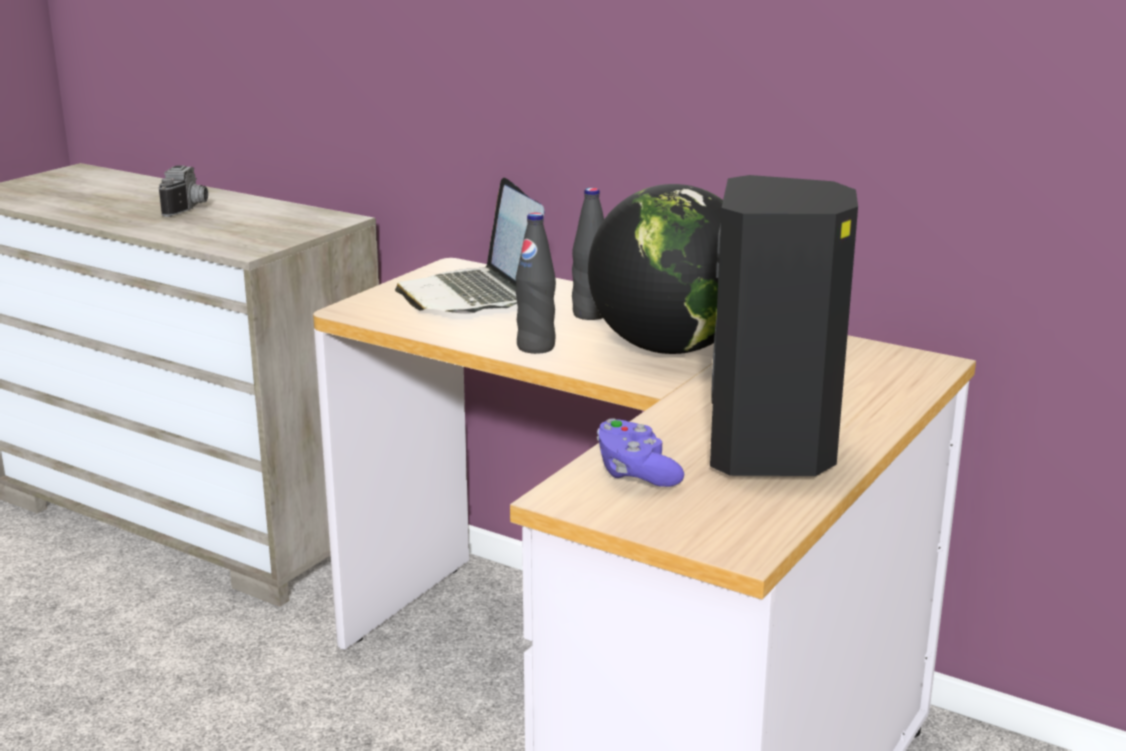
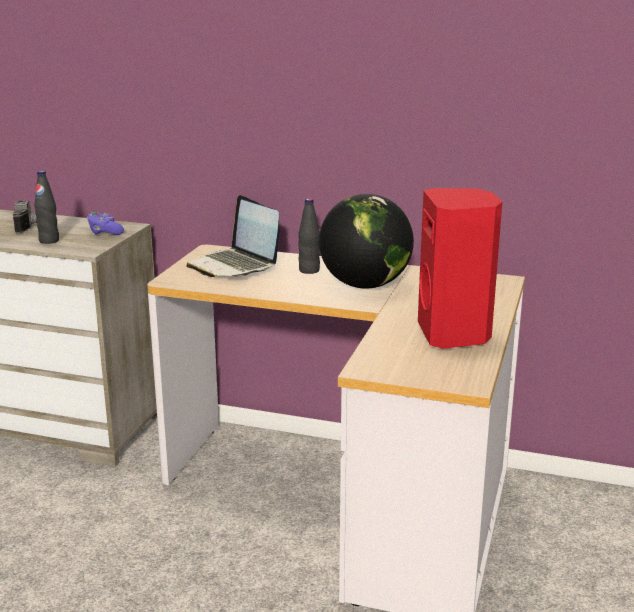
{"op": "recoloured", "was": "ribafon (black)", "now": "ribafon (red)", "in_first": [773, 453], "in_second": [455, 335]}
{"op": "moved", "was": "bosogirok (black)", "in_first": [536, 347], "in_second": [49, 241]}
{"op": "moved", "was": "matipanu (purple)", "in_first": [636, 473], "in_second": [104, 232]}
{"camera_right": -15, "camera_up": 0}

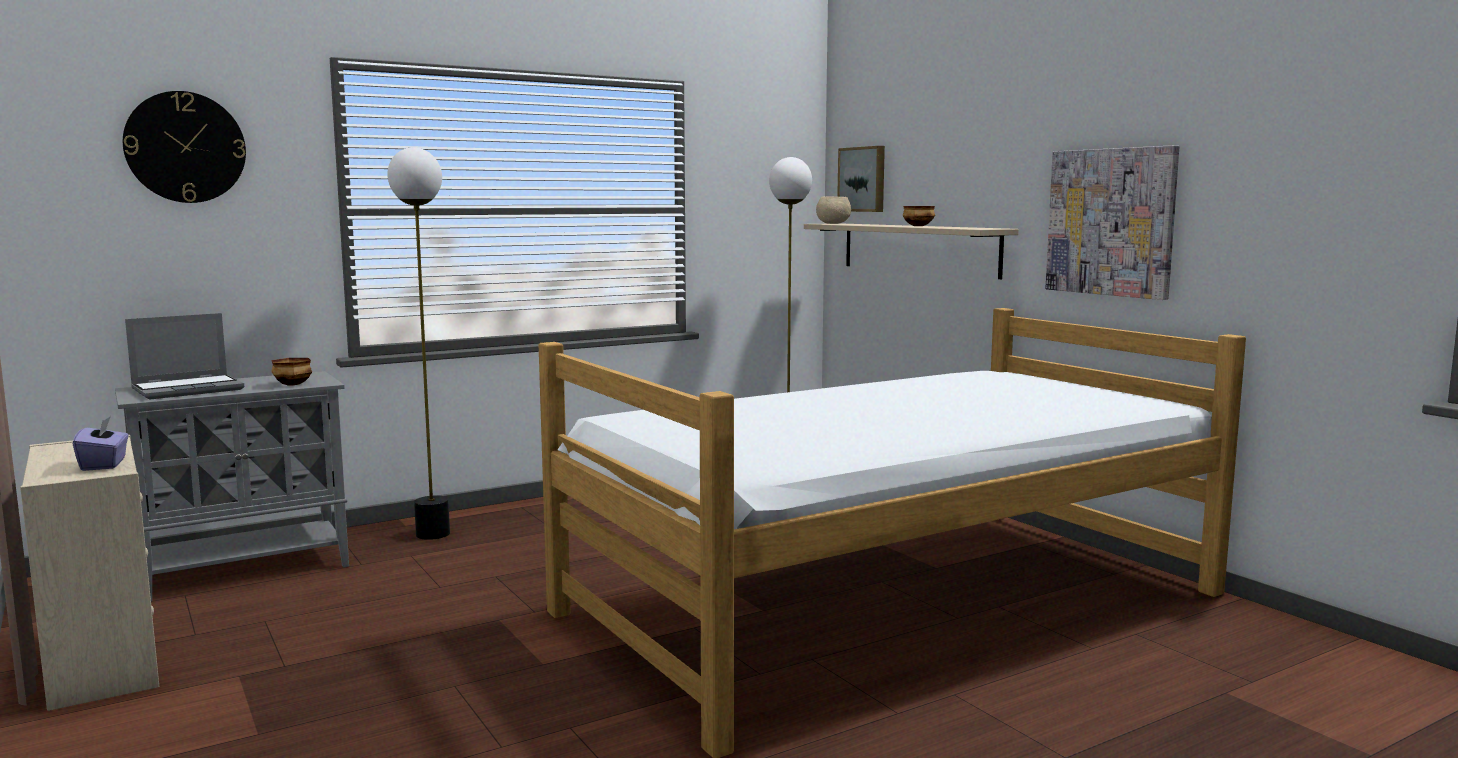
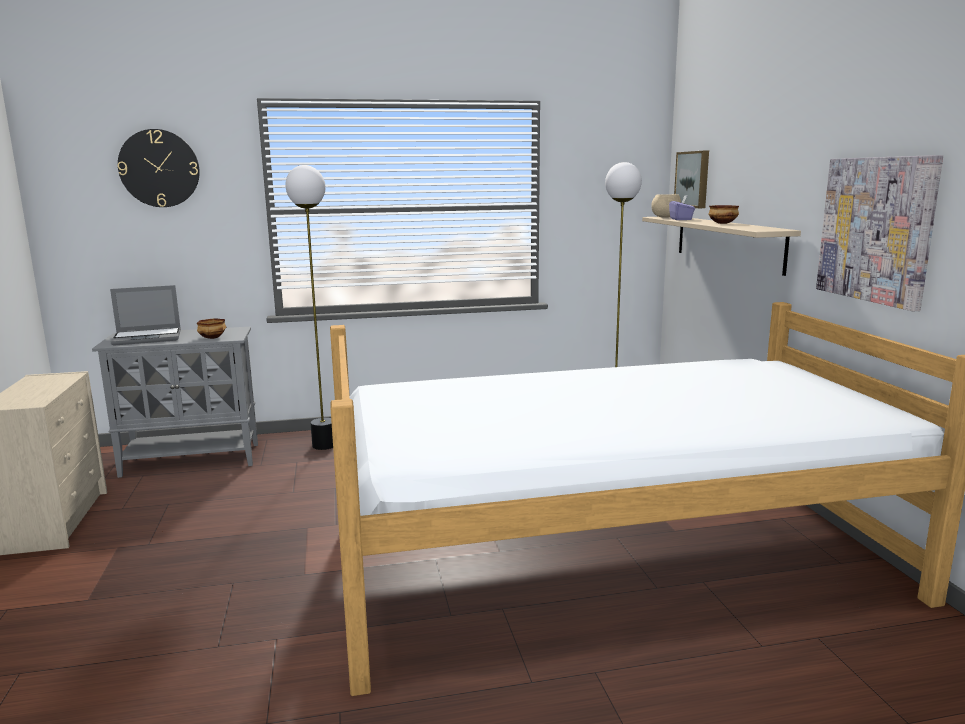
{"op": "moved", "was": "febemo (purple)", "in_first": [104, 464], "in_second": [681, 219]}
{"camera_right": 20, "camera_up": 5}

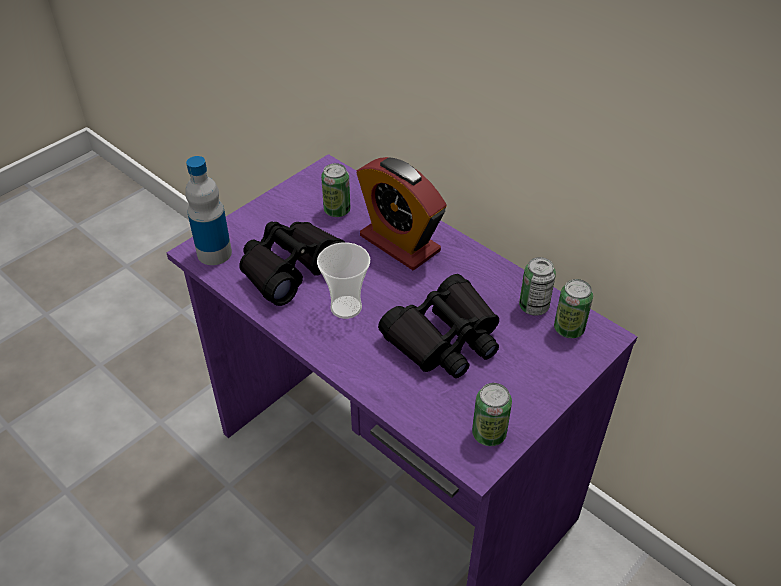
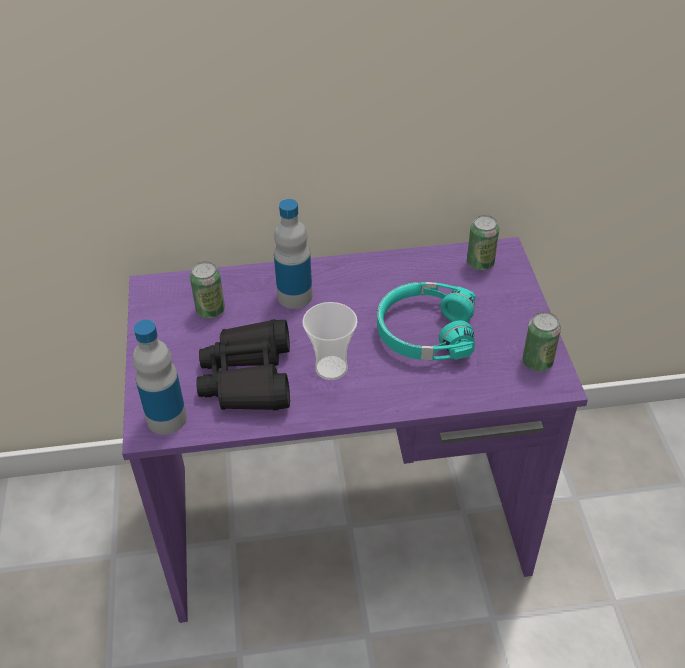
{"op": "replaced", "was": "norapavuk", "now": "bosogirok", "in_first": [399, 243], "in_second": [295, 296]}
{"op": "removed", "was": "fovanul", "in_first": [533, 306]}
{"op": "replaced", "was": "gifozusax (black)", "now": "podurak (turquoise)", "in_first": [444, 339], "in_second": [424, 331]}
{"camera_right": -50, "camera_up": 0}

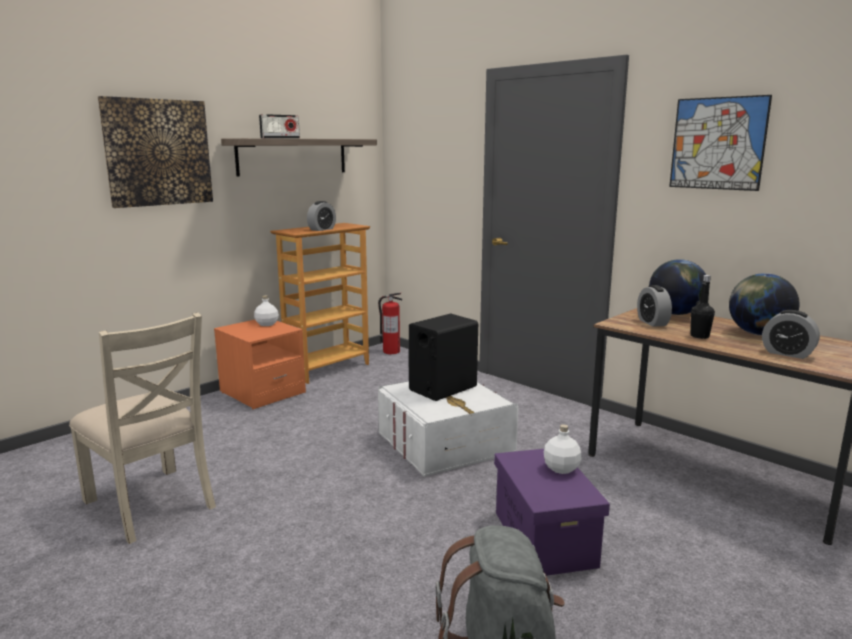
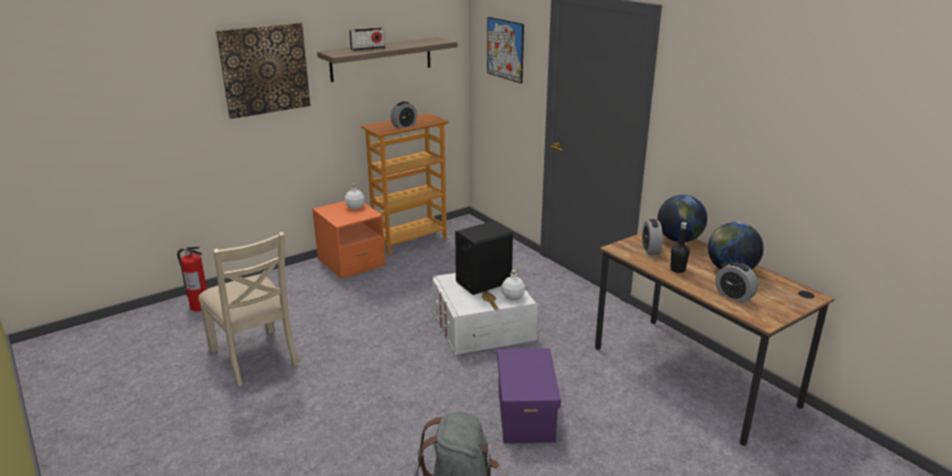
{"op": "moved", "was": "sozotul", "in_first": [717, 143], "in_second": [505, 49]}
{"op": "moved", "was": "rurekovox", "in_first": [391, 351], "in_second": [199, 306]}
{"op": "moved", "was": "bosogirok (white)", "in_first": [562, 468], "in_second": [513, 297]}
{"camera_right": 10, "camera_up": 10}

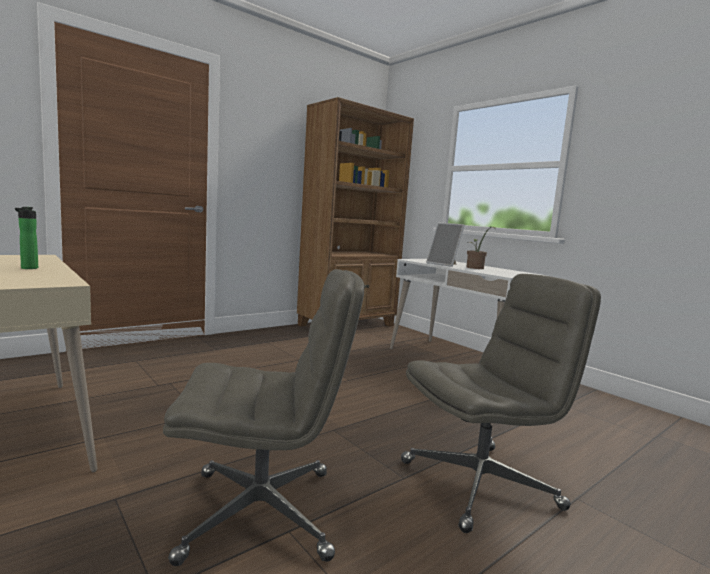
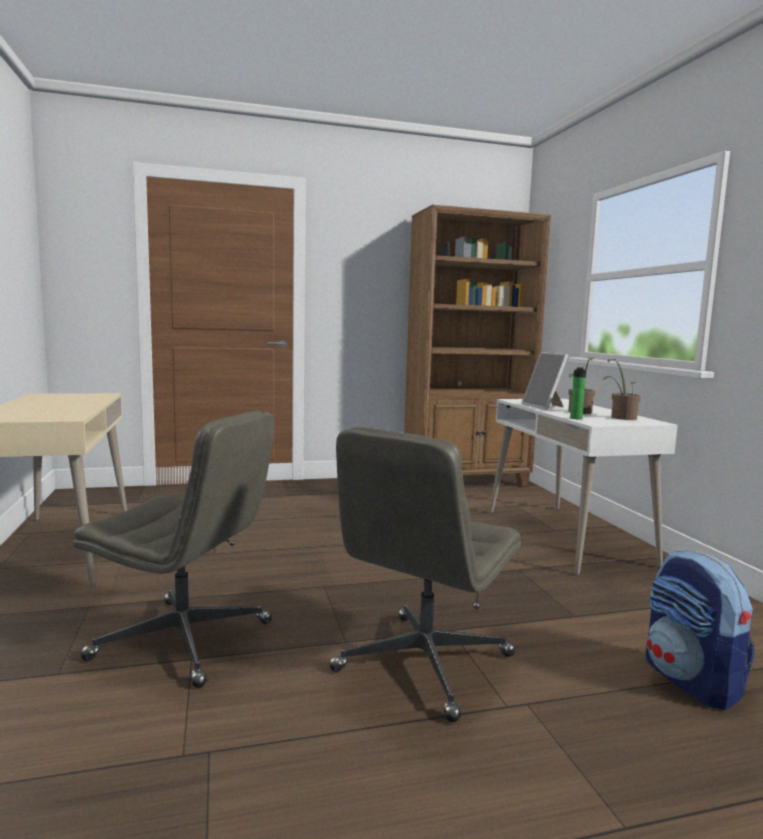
{"op": "moved", "was": "bosogirok", "in_first": [28, 268], "in_second": [576, 418]}
{"op": "turned", "was": "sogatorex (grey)", "in_first": [480, 484], "in_second": [423, 664], "clockwise": 120}
{"op": "added", "now": "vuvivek", "in_second": [621, 418]}
{"op": "added", "now": "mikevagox", "in_second": [691, 681]}
{"camera_right": 25, "camera_up": 0}

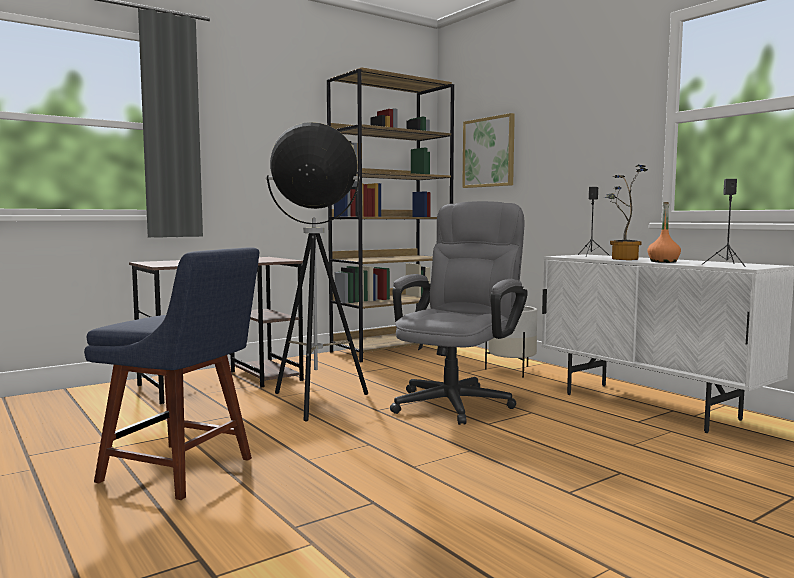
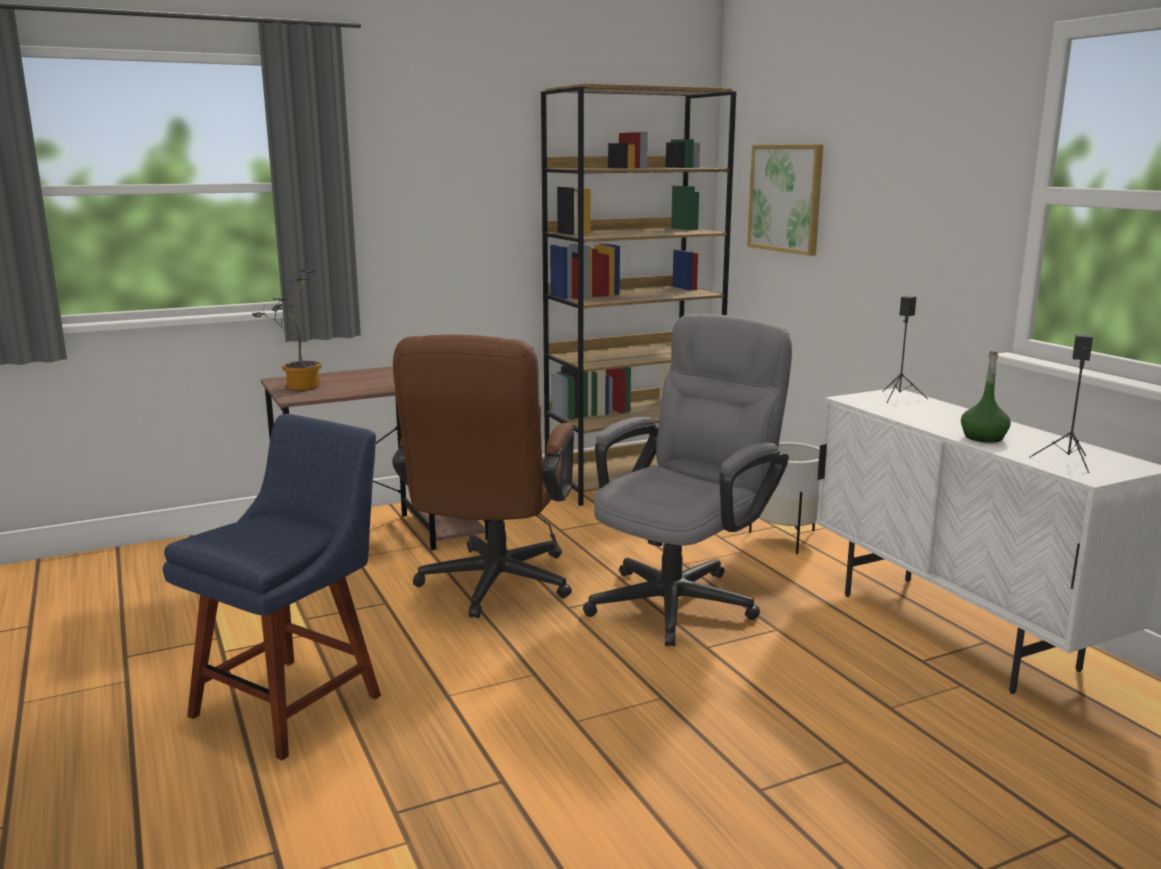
{"op": "replaced", "was": "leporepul", "now": "sogatorex (brown)", "in_first": [315, 403], "in_second": [492, 588]}
{"op": "moved", "was": "vuvivek", "in_first": [622, 259], "in_second": [298, 387]}
{"op": "recoloured", "was": "bosogirok (orange)", "now": "bosogirok (green)", "in_first": [663, 261], "in_second": [983, 437]}
{"op": "turned", "was": "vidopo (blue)", "in_first": [183, 471], "in_second": [293, 701], "clockwise": -90}
{"camera_right": 10, "camera_up": 10}

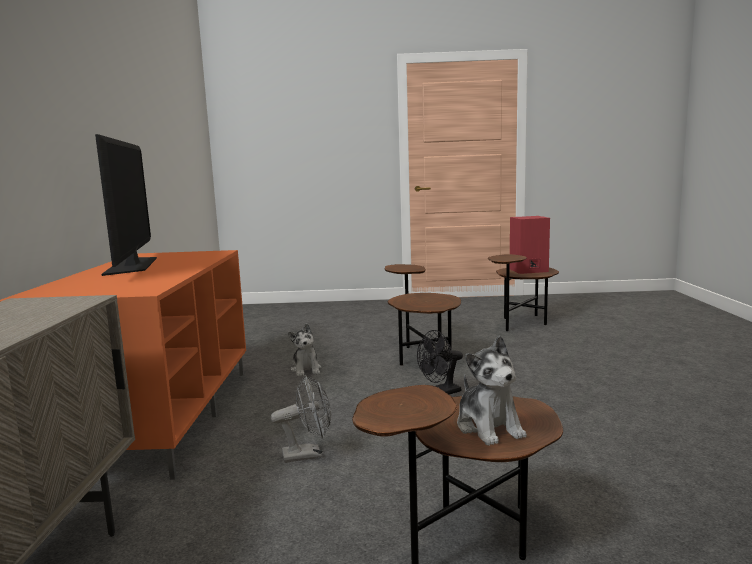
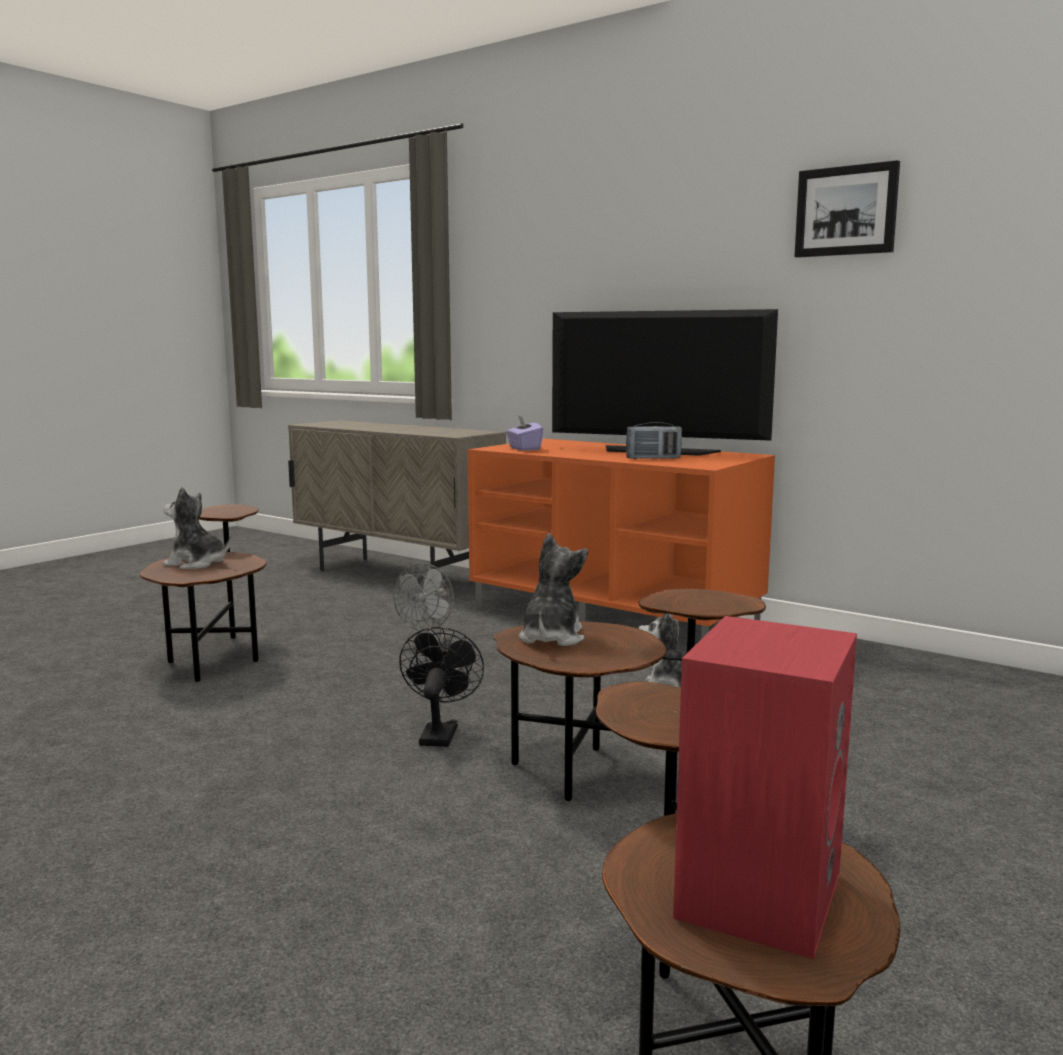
{"op": "added", "now": "sozotul", "in_second": [846, 211]}
{"op": "added", "now": "febemo (purple)", "in_second": [524, 449]}
{"op": "added", "now": "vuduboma", "in_second": [653, 458]}
{"op": "added", "now": "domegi", "in_second": [551, 637]}
{"camera_right": 125, "camera_up": 0}

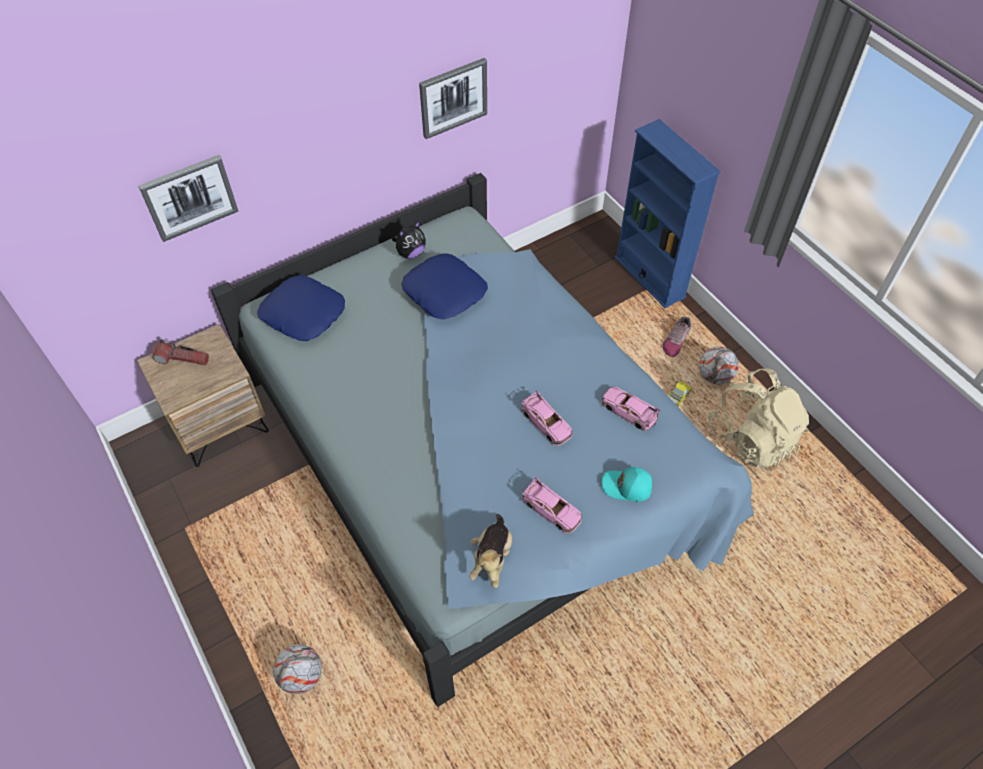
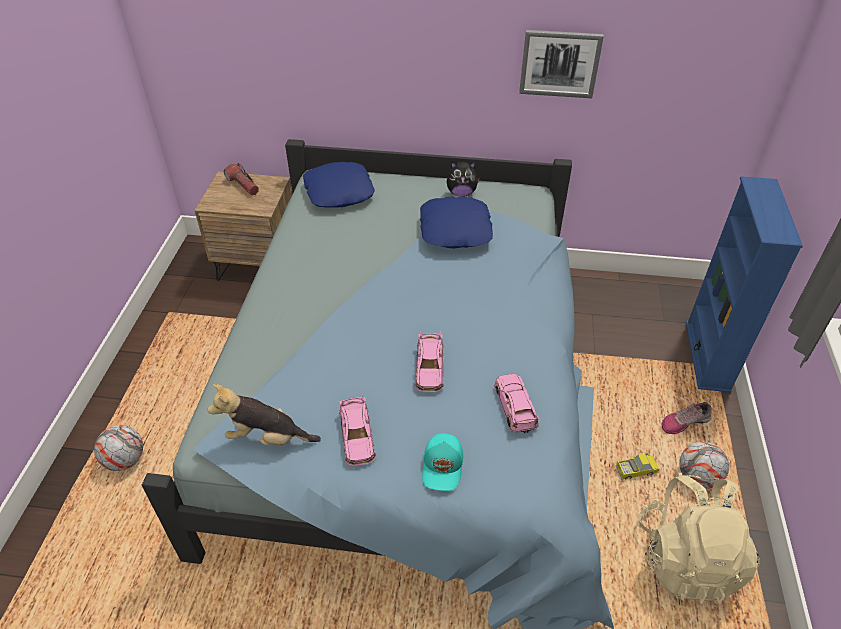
{"op": "removed", "was": "sozotul", "in_first": [189, 197]}
{"op": "turned", "was": "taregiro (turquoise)", "in_first": [627, 487], "in_second": [443, 466], "clockwise": -135}
{"op": "turned", "was": "domegi", "in_first": [492, 558], "in_second": [267, 437], "clockwise": 45}
{"camera_right": 40, "camera_up": -10}

